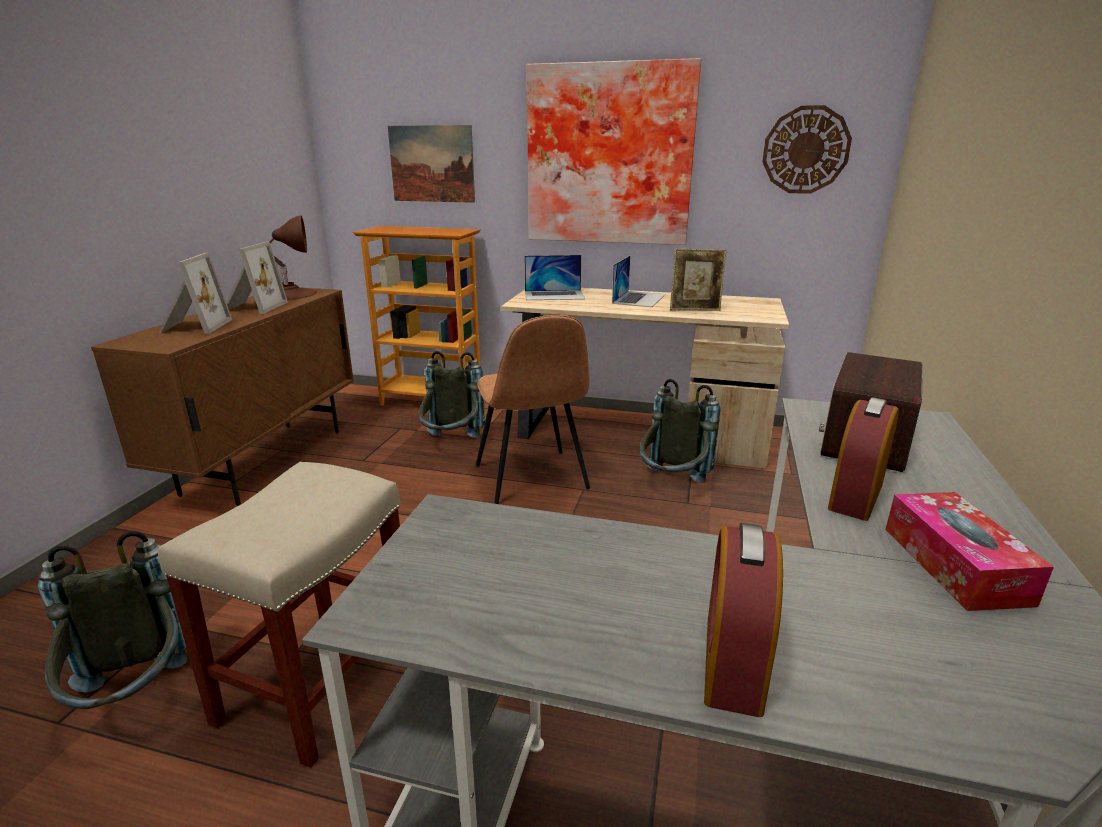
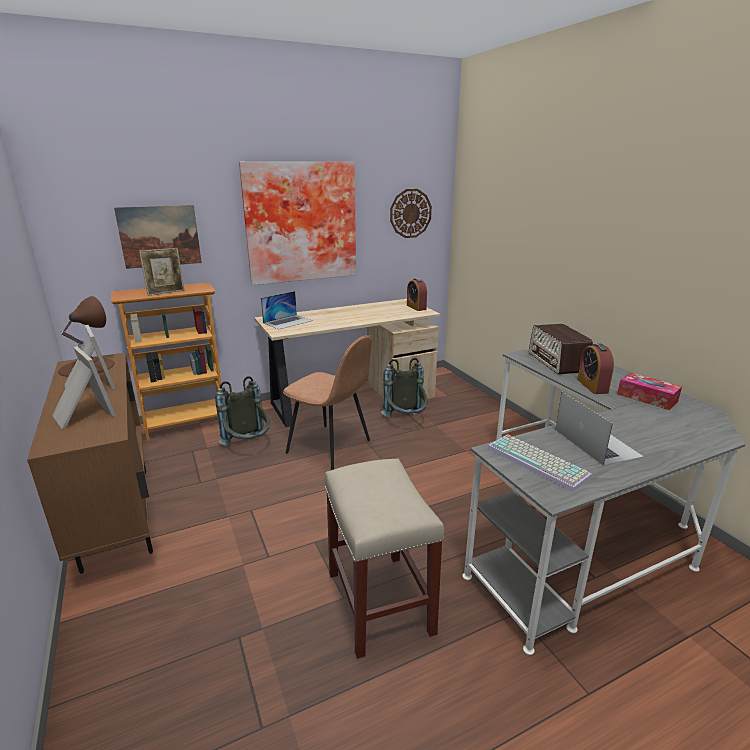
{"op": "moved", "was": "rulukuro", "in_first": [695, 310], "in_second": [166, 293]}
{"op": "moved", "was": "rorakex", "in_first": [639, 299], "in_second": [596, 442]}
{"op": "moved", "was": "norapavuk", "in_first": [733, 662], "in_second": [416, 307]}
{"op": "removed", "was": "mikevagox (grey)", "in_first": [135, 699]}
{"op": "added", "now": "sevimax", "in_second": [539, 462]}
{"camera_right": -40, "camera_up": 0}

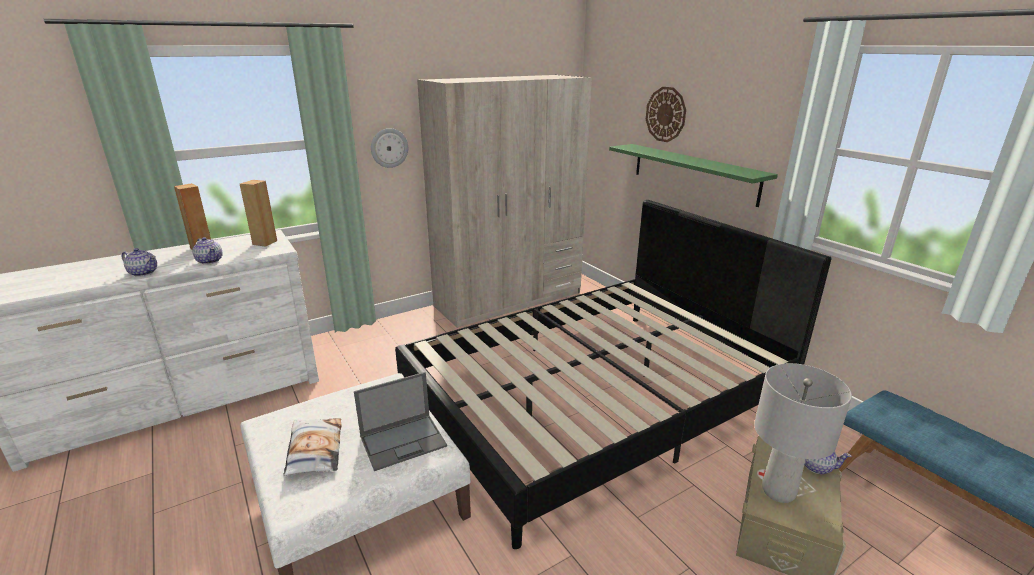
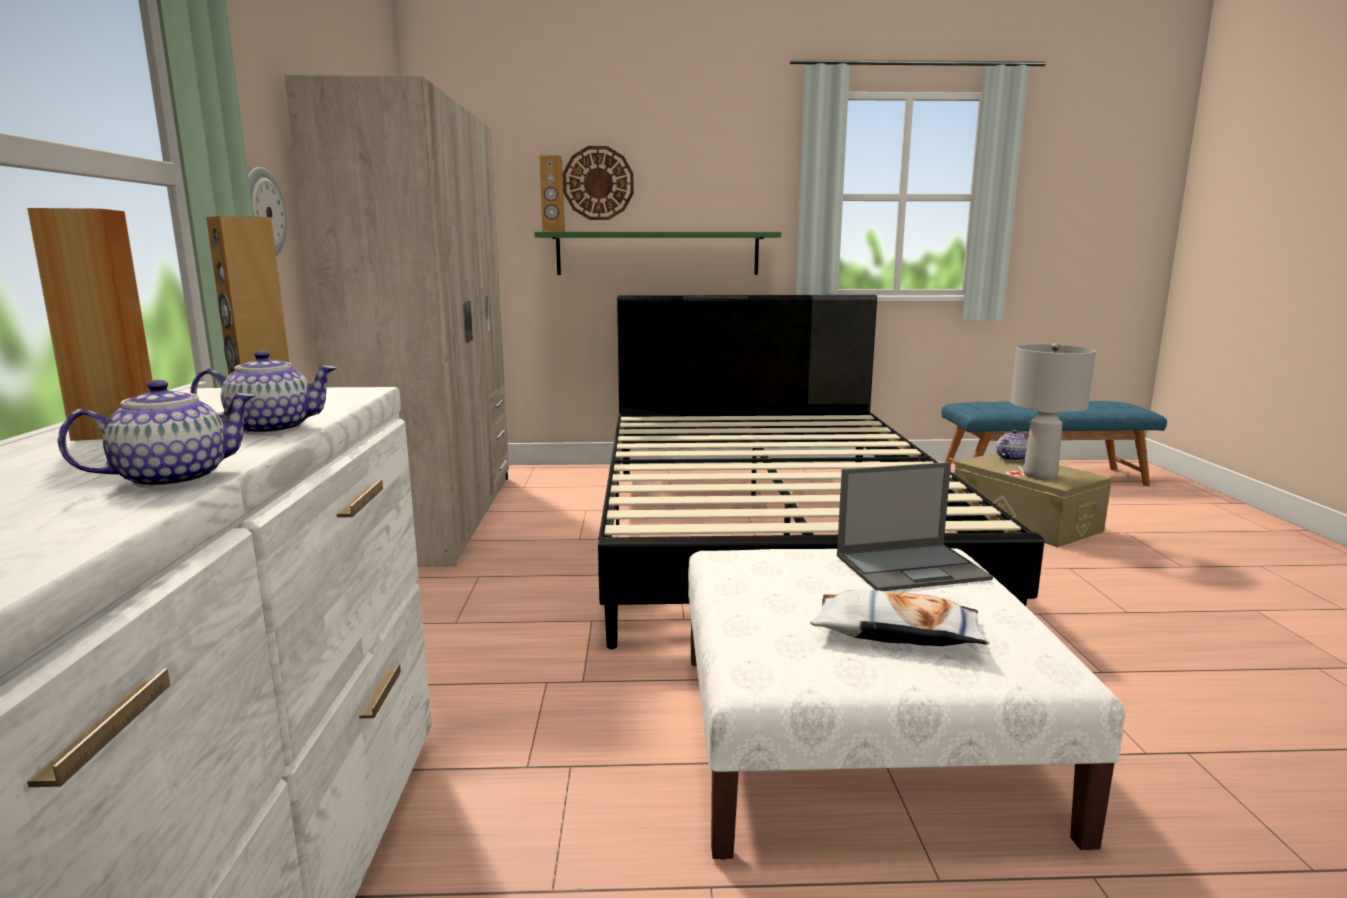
{"op": "turned", "was": "rorakex", "in_first": [404, 441], "in_second": [912, 567], "clockwise": 75}
{"op": "added", "now": "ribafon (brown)", "in_second": [553, 231]}
{"camera_right": -60, "camera_up": -10}

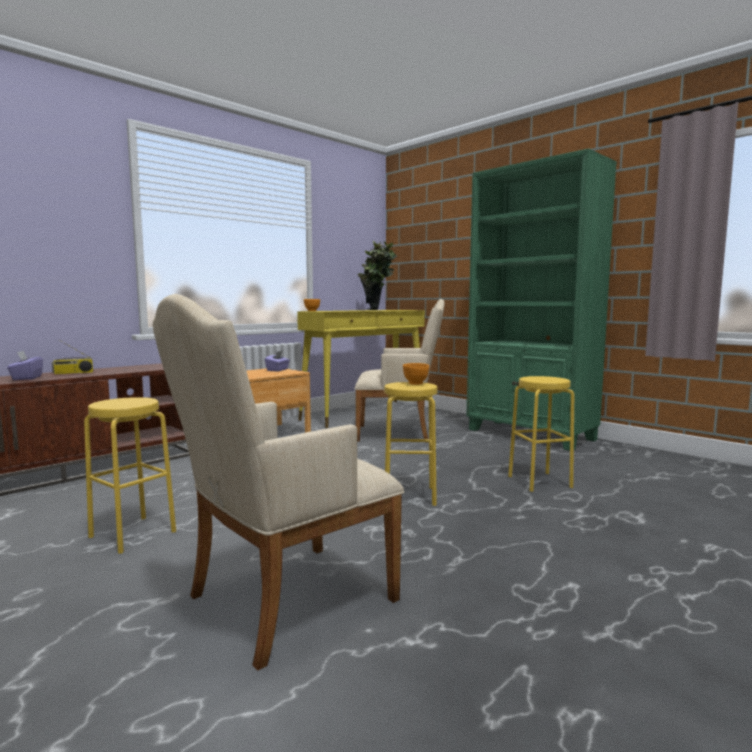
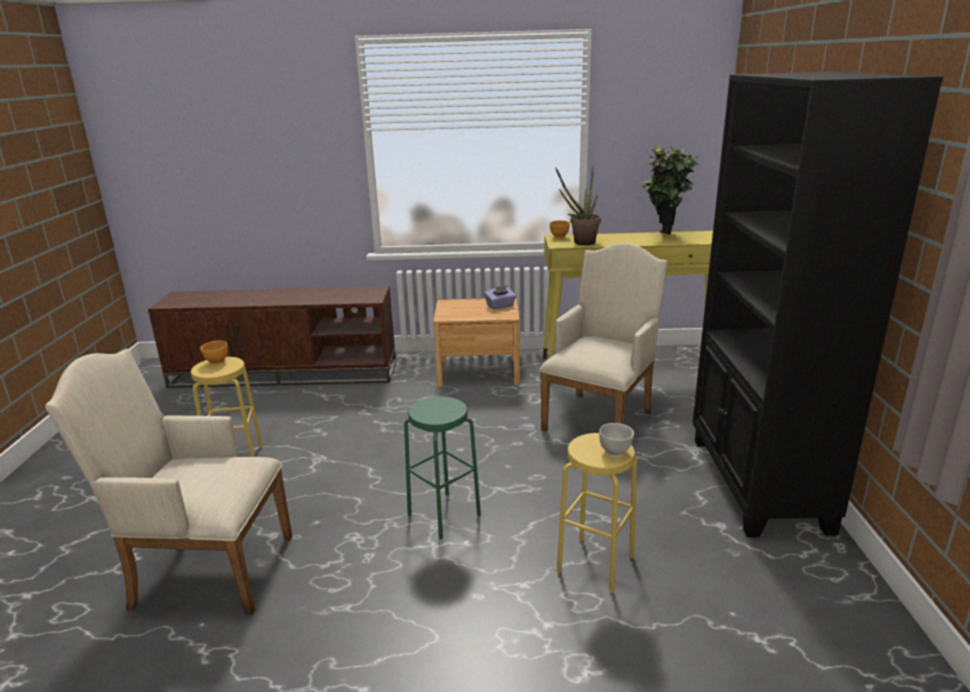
{"op": "recoloured", "was": "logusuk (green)", "now": "logusuk (black)", "in_first": [530, 435], "in_second": [757, 484]}
{"op": "turned", "was": "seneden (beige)", "in_first": [399, 433], "in_second": [600, 417], "clockwise": -105}
{"op": "removed", "was": "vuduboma", "in_first": [73, 373]}
{"op": "removed", "was": "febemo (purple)", "in_first": [26, 378]}
{"op": "moved", "was": "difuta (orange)", "in_first": [415, 383], "in_second": [217, 362]}
{"op": "recoloured", "was": "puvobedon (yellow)", "now": "puvobedon (green)", "in_first": [409, 495], "in_second": [444, 515]}
{"op": "added", "now": "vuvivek", "in_second": [580, 243]}
{"op": "added", "now": "difuta (white)", "in_second": [615, 452]}
{"camera_right": 45, "camera_up": 15}

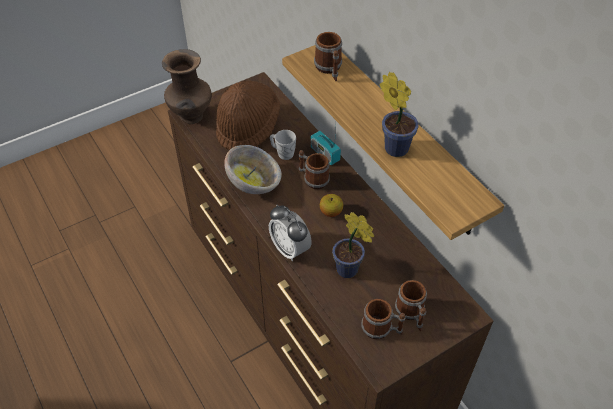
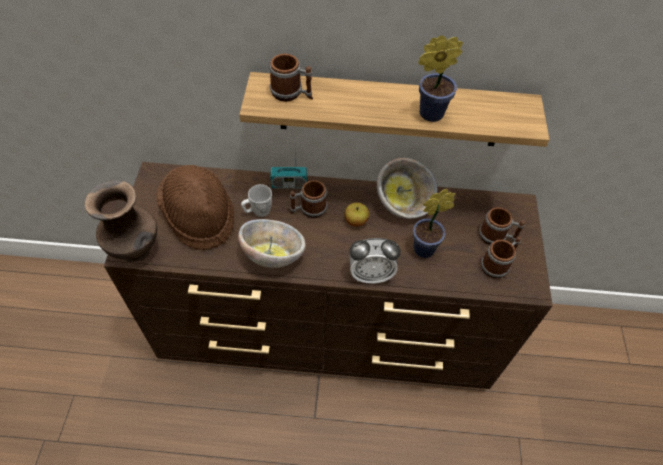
{"op": "added", "now": "difuta", "in_second": [404, 203]}
{"camera_right": -55, "camera_up": 5}

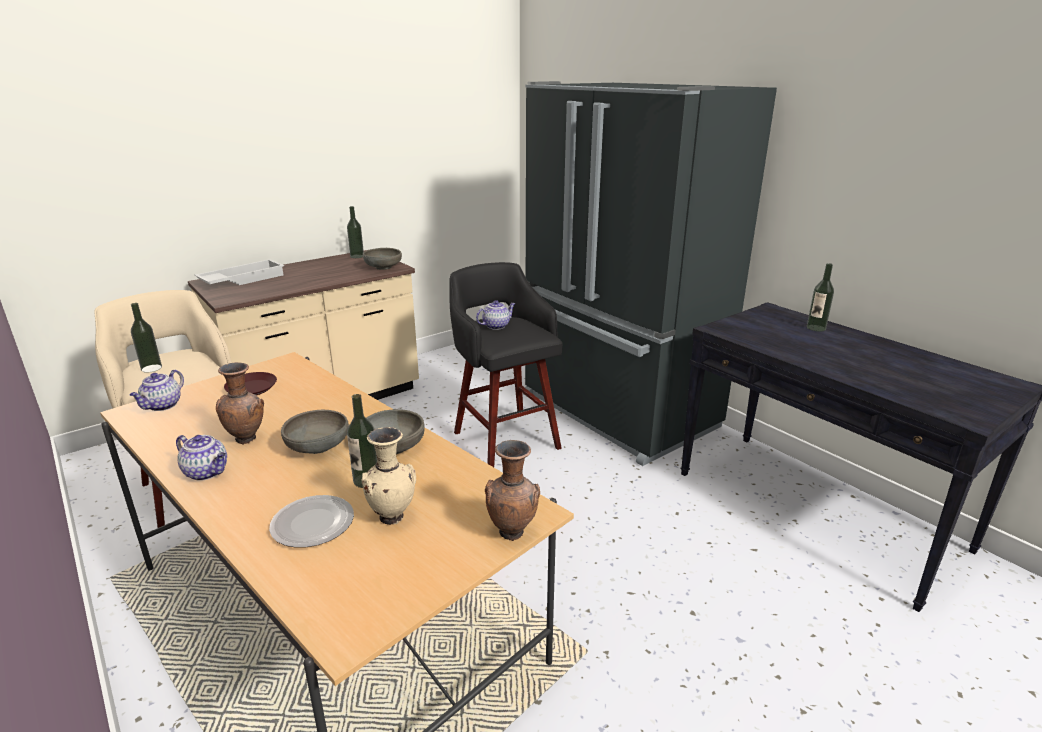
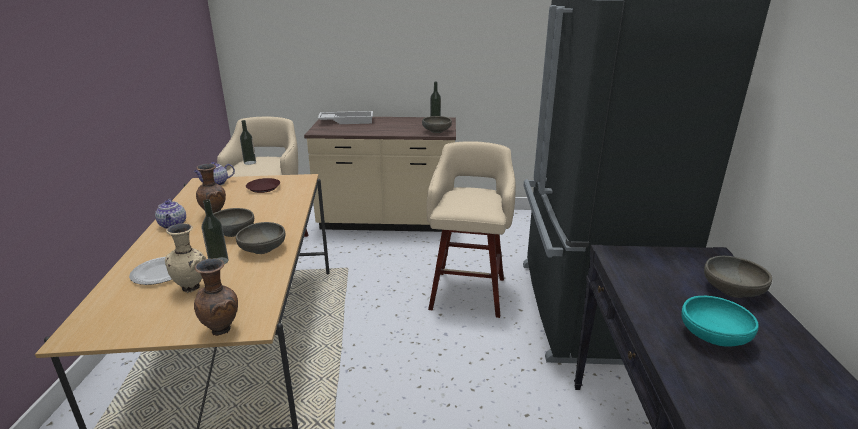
{"op": "recoloured", "was": "puvobedon (black)", "now": "puvobedon (beige)", "in_first": [505, 438], "in_second": [468, 291]}
{"op": "replaced", "was": "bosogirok", "now": "difuta (grey)", "in_first": [816, 328], "in_second": [732, 290]}
{"op": "removed", "was": "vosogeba", "in_first": [496, 326]}
{"op": "added", "now": "difuta (turquoise)", "in_second": [713, 336]}
{"camera_right": 40, "camera_up": 0}

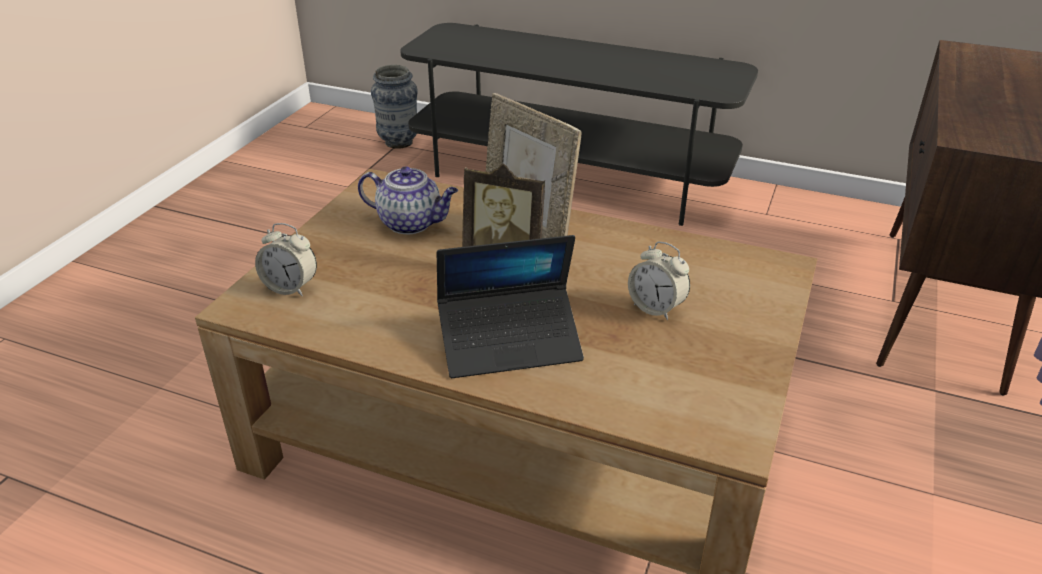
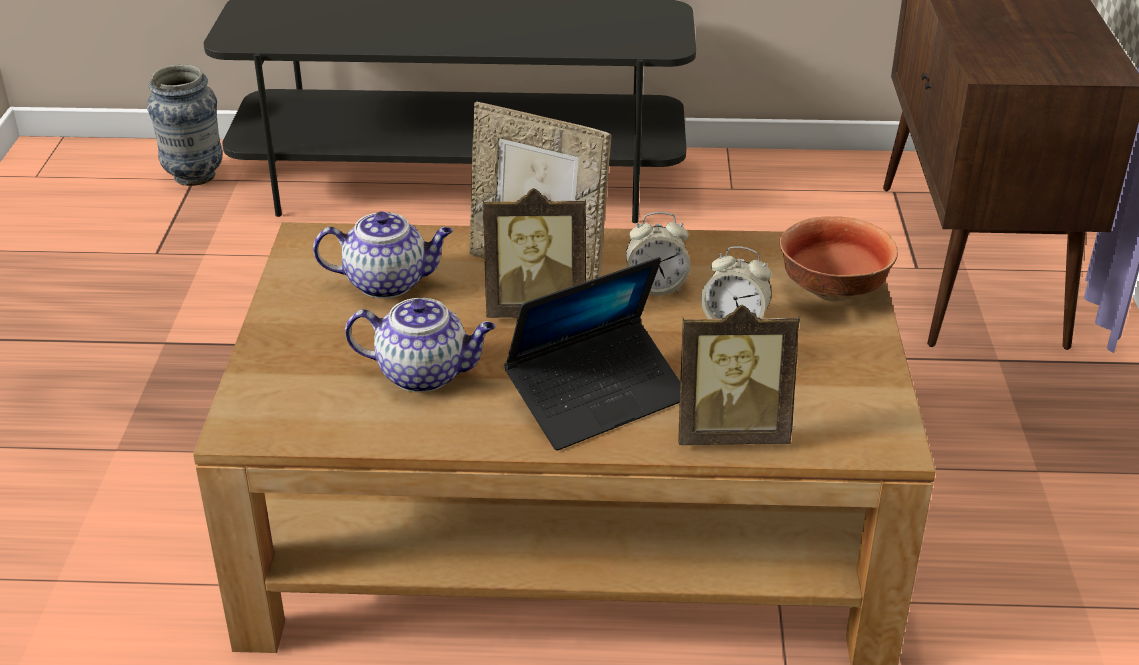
{"op": "moved", "was": "norapavuk", "in_first": [290, 287], "in_second": [656, 287]}
{"op": "added", "now": "difuta", "in_second": [831, 291]}
{"op": "added", "now": "vosogeba", "in_second": [425, 374]}
{"op": "added", "now": "rulukuro", "in_second": [731, 432]}
{"camera_right": -20, "camera_up": 0}

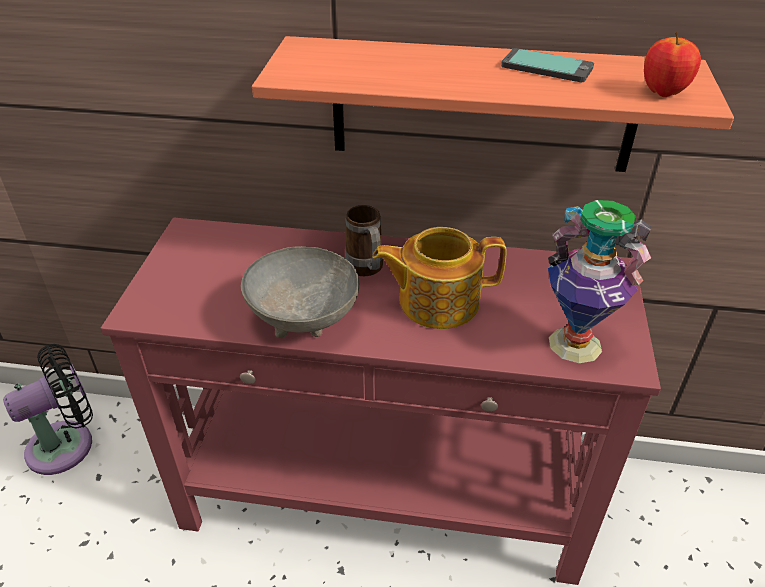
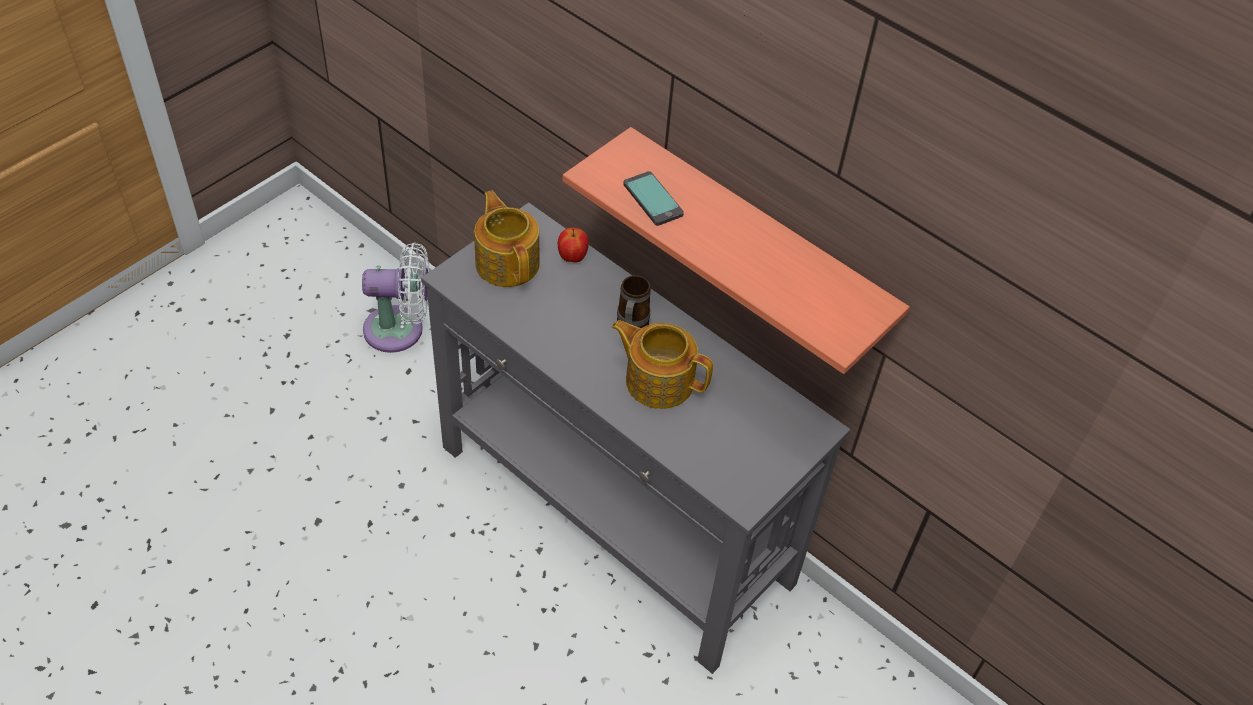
{"op": "moved", "was": "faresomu", "in_first": [663, 93], "in_second": [572, 257]}
{"op": "moved", "was": "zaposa", "in_first": [547, 67], "in_second": [653, 199]}
{"op": "removed", "was": "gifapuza", "in_first": [574, 345]}
{"op": "recoloured", "was": "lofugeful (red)", "now": "lofugeful (grey)", "in_first": [384, 496], "in_second": [614, 516]}
{"op": "removed", "was": "difuta (grey)", "in_first": [305, 319]}
{"op": "recoloured", "was": "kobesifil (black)", "now": "kobesifil (white)", "in_first": [67, 444], "in_second": [400, 330]}
{"op": "added", "now": "vosogeba", "in_second": [507, 262]}
{"camera_right": 30, "camera_up": 10}

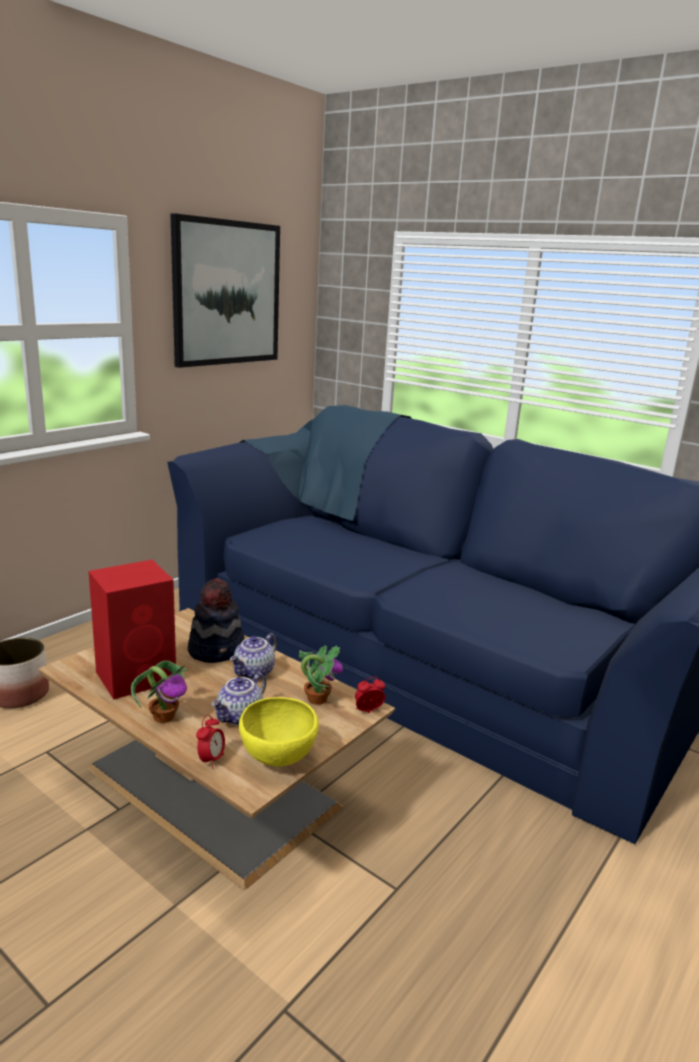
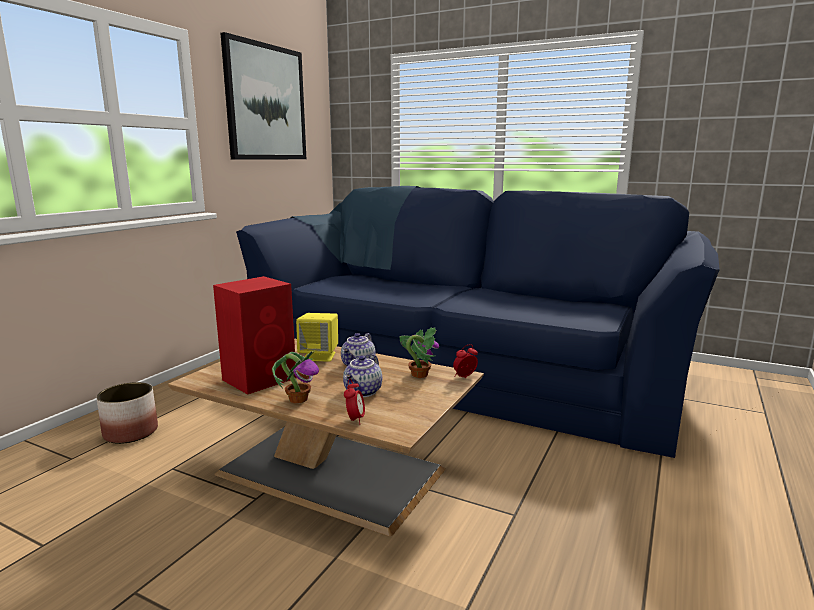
{"op": "replaced", "was": "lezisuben", "now": "ribafon (yellow)", "in_first": [217, 650], "in_second": [319, 356]}
{"op": "removed", "was": "difuta (yellow)", "in_first": [277, 758]}
{"camera_right": -10, "camera_up": -5}

